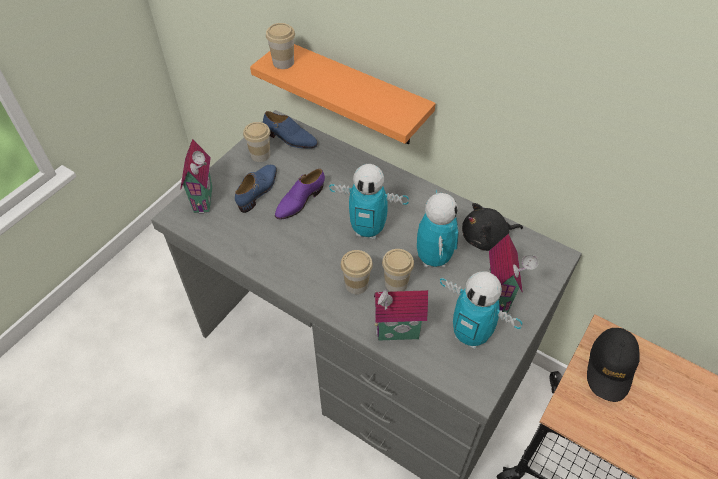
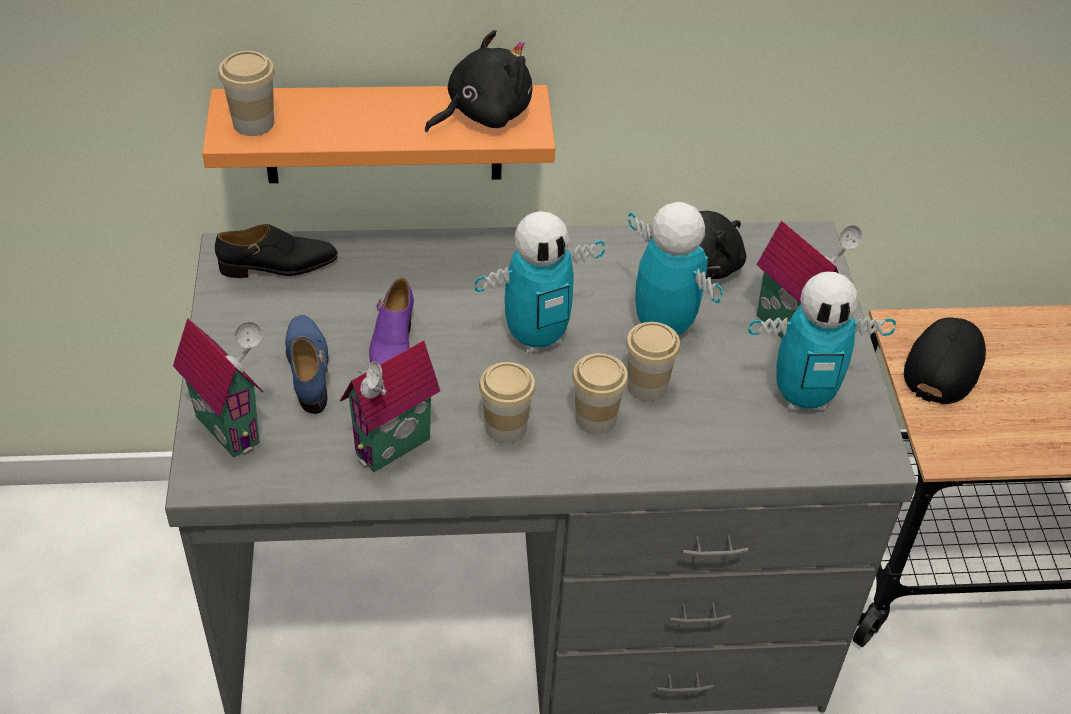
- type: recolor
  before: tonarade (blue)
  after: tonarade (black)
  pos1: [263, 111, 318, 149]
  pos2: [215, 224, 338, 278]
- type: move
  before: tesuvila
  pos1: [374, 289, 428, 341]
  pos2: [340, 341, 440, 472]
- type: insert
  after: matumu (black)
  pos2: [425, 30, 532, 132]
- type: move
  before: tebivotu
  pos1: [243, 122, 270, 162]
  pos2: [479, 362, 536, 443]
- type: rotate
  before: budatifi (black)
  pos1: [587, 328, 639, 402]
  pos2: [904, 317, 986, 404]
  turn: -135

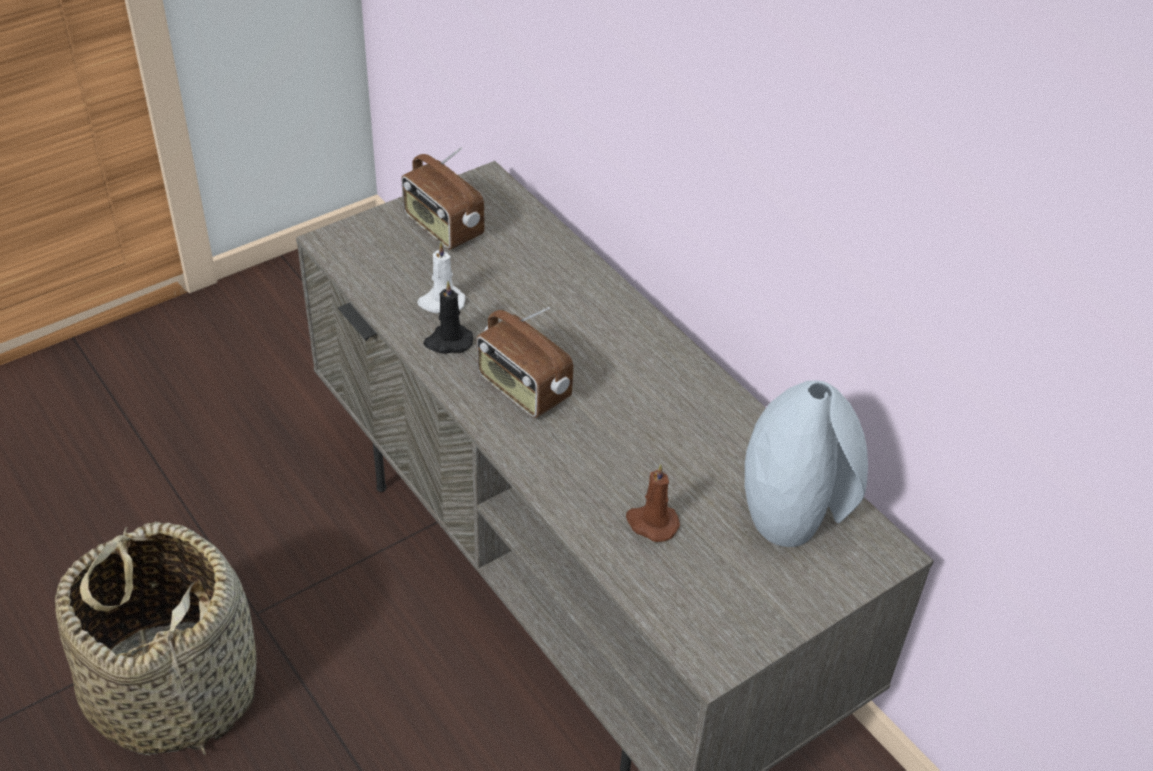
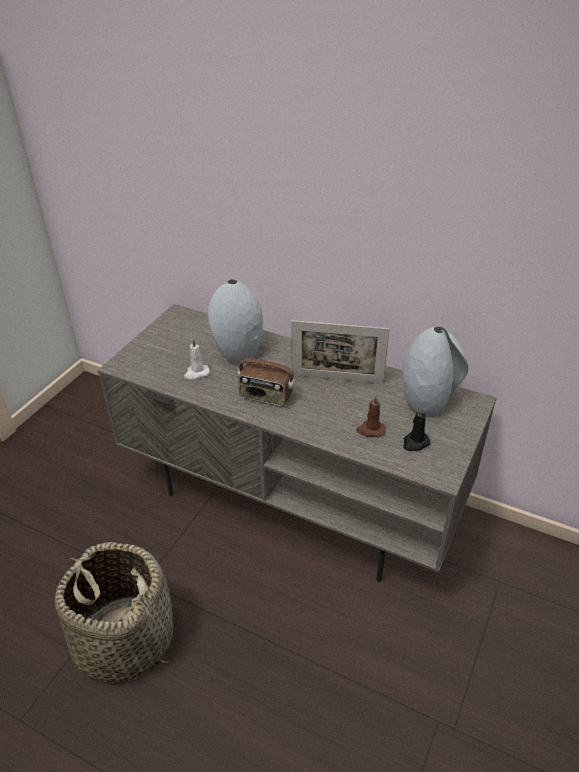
- type: insert
  after: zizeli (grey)
  pos2: [208, 279, 263, 364]
- type: insert
  after: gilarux
  pos2: [291, 320, 389, 384]
- type: move
  before: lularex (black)
  pos1: [423, 281, 473, 354]
  pos2: [403, 407, 431, 451]
- type: delete
  before: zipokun
  pos1: [401, 147, 484, 250]

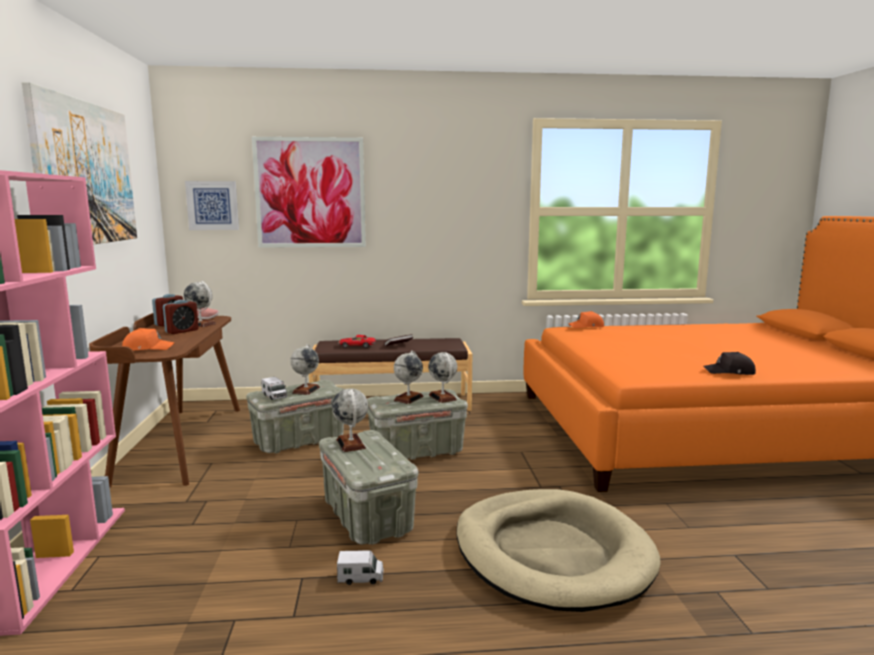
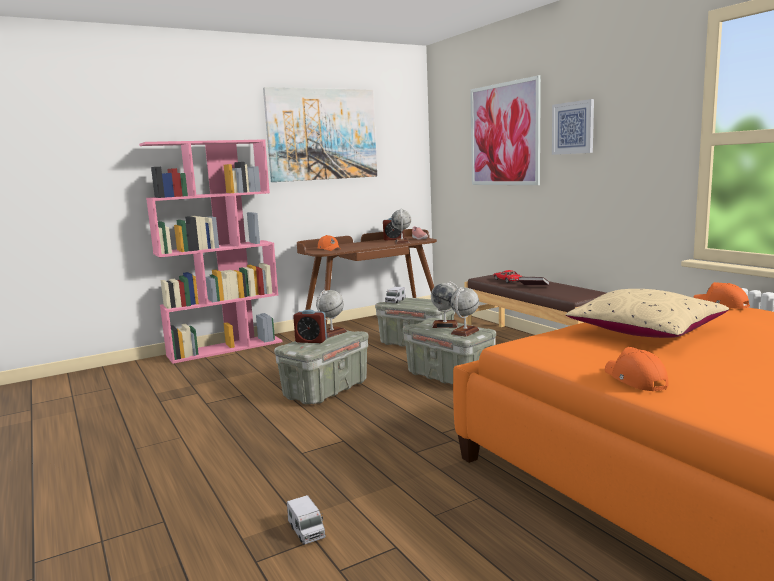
- type: move
  before: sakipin
  pos1: [337, 550, 384, 585]
  pos2: [287, 495, 326, 544]
- type: move
  before: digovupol
  pos1: [163, 300, 199, 334]
  pos2: [293, 309, 327, 343]
- type: move
  before: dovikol
  pos1: [185, 181, 239, 230]
  pos2: [552, 99, 594, 155]
- type: insert
  after: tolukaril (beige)
  pos2: [566, 289, 729, 338]
- type: recolor
  before: budatifi (black)
  after: budatifi (orange)
  pos1: [703, 352, 756, 375]
  pos2: [605, 347, 669, 391]
- type: delete
  before: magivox
  pos1: [290, 344, 320, 395]
- type: delete
  before: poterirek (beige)
  pos1: [456, 489, 661, 612]

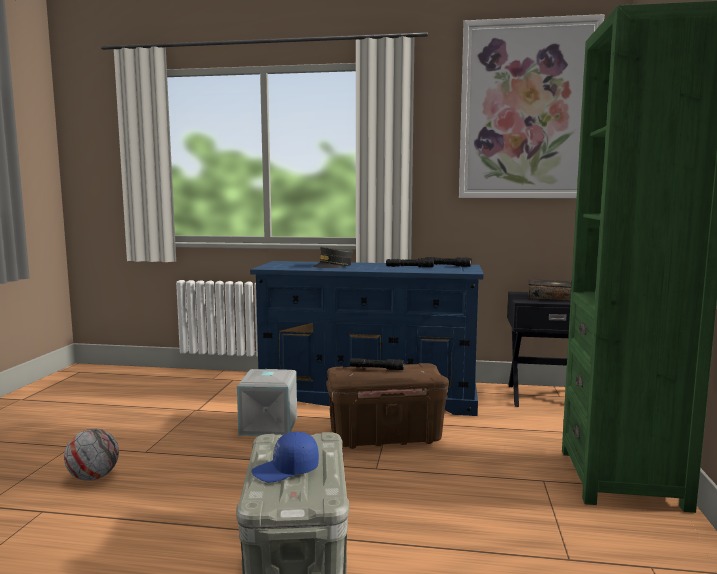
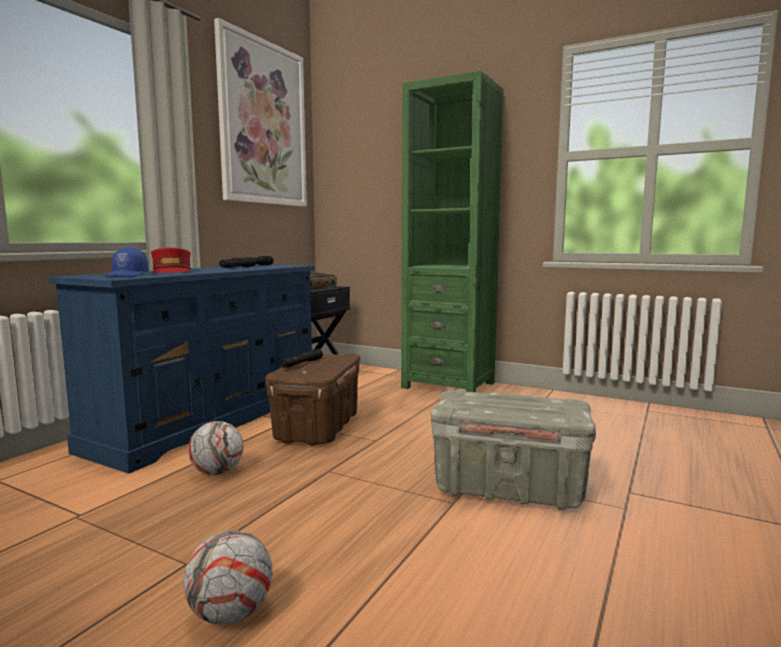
- type: move
  before: budatifi (blue)
  pos1: [251, 432, 319, 482]
  pos2: [105, 247, 149, 277]
- type: recolor
  before: budatifi (grey)
  after: budatifi (red)
  pos1: [312, 247, 353, 268]
  pos2: [151, 248, 191, 273]
- type: replace
  before: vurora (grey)
  after: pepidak
  pos1: [237, 369, 297, 436]
  pos2: [188, 421, 244, 475]

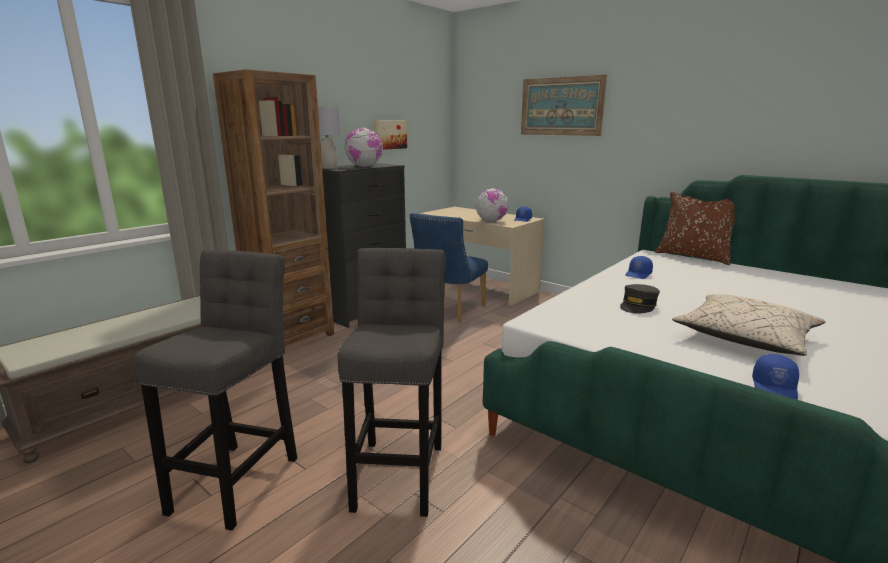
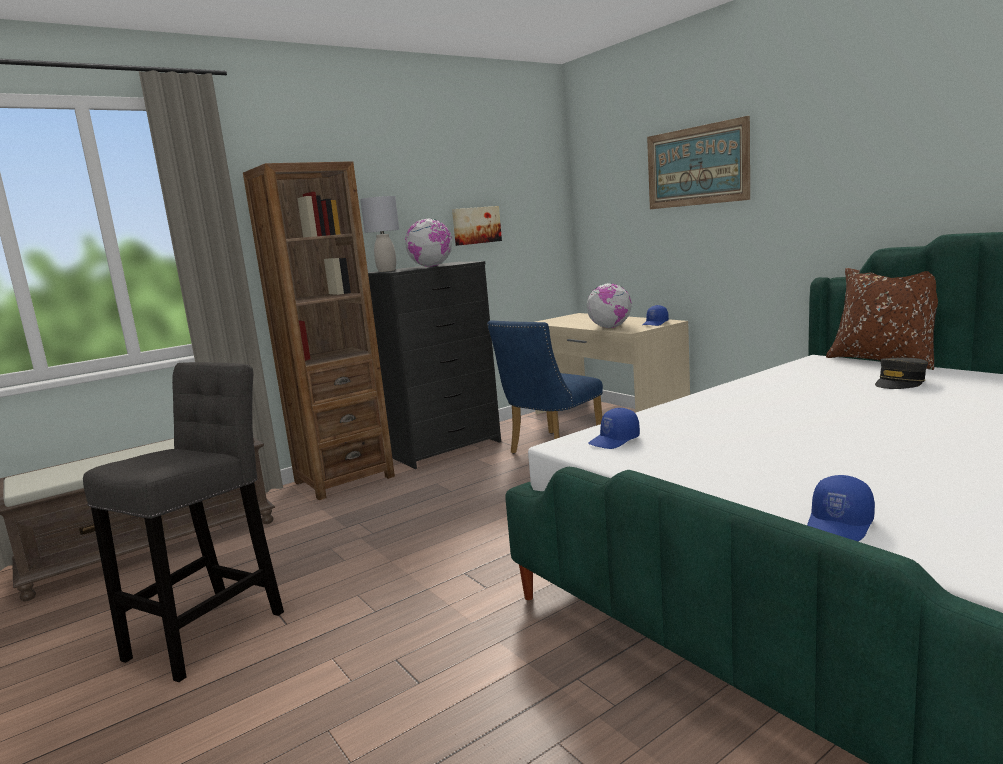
- type: move
  before: budatifi (blue)
  pos1: [625, 256, 653, 279]
  pos2: [588, 408, 640, 449]
- type: move
  before: budatifi (grey)
  pos1: [620, 284, 660, 314]
  pos2: [875, 358, 928, 389]
- type: delete
  before: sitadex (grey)
  pos1: [338, 248, 446, 517]
- type: delete
  before: tolukaril (beige)
  pos1: [672, 294, 826, 356]

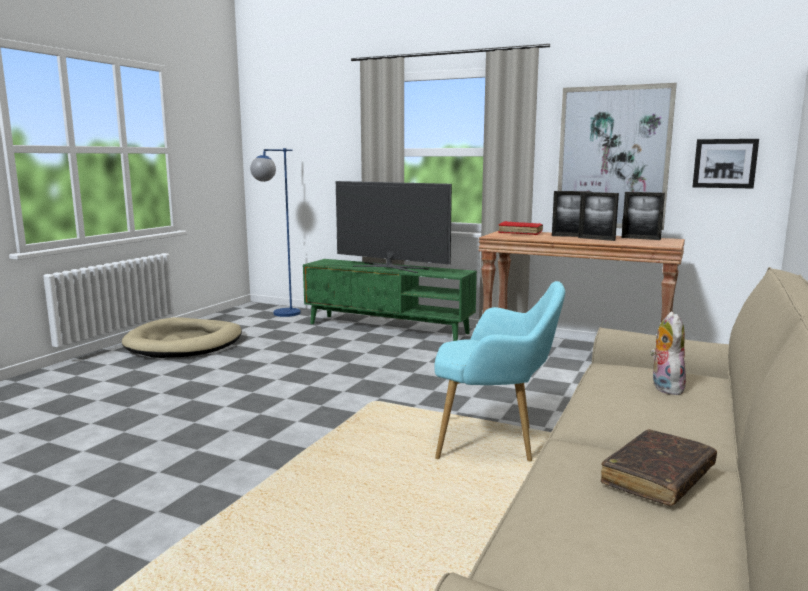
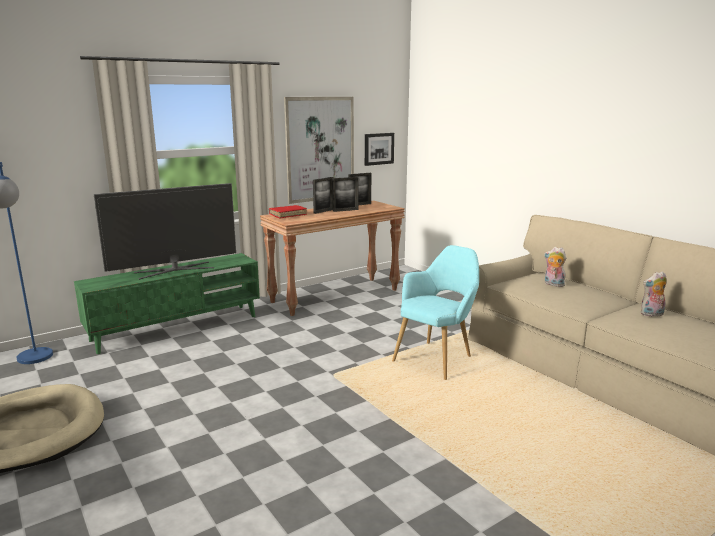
- type: replace
  before: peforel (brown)
  after: matumu
  pos1: [601, 429, 717, 506]
  pos2: [641, 271, 667, 317]

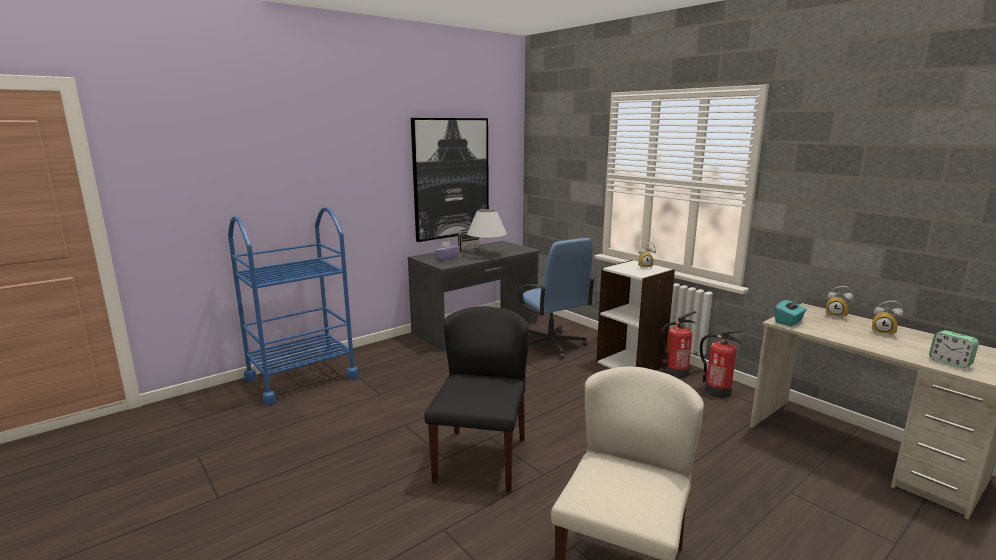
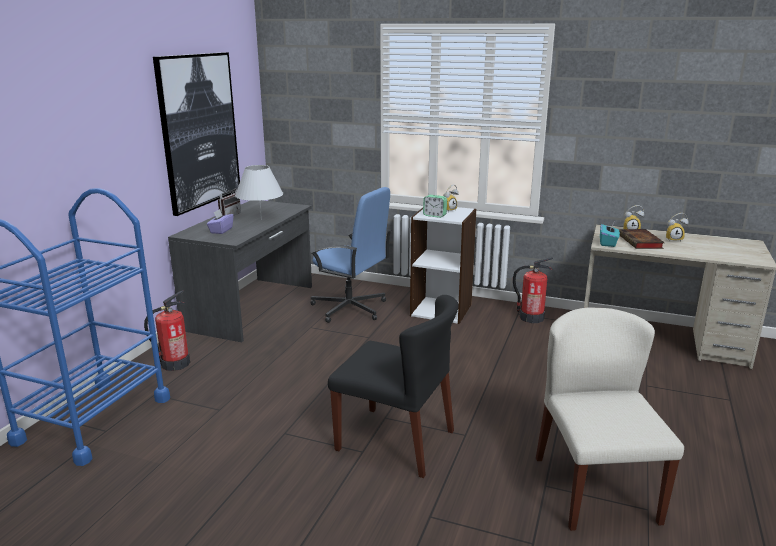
- type: move
  before: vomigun
  pos1: [660, 311, 696, 378]
  pos2: [144, 290, 190, 371]
- type: rotate
  before: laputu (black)
  pos1: [424, 306, 529, 492]
  pos2: [328, 295, 459, 478]
  turn: 135
- type: move
  before: digovupol
  pos1: [929, 330, 979, 368]
  pos2: [423, 195, 447, 218]
- type: insert
  after: peforel
  pos2: [619, 229, 665, 249]

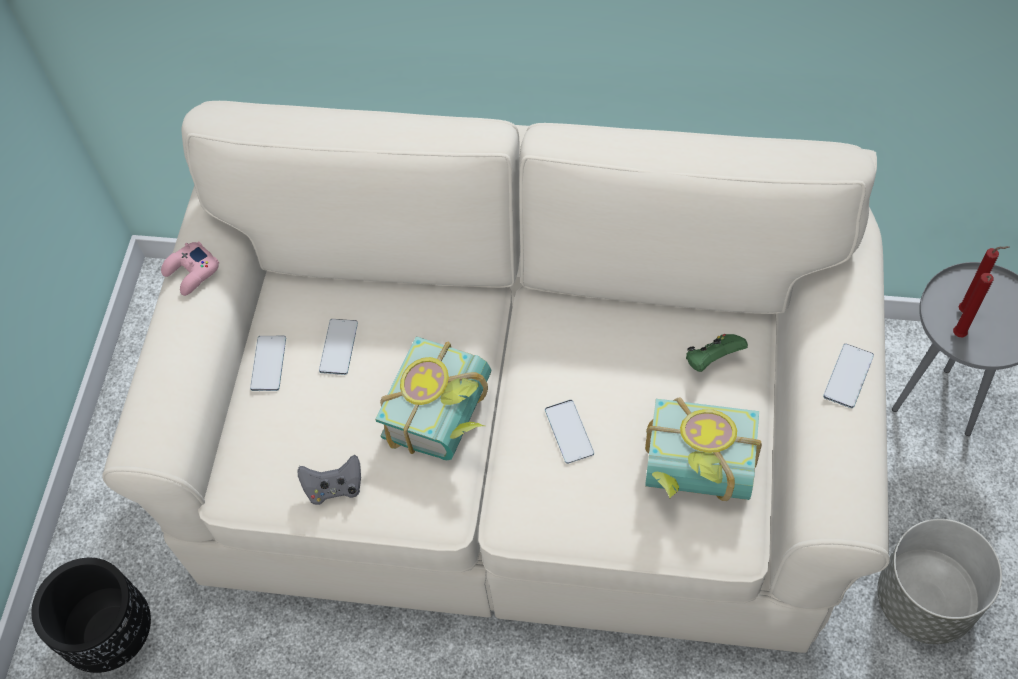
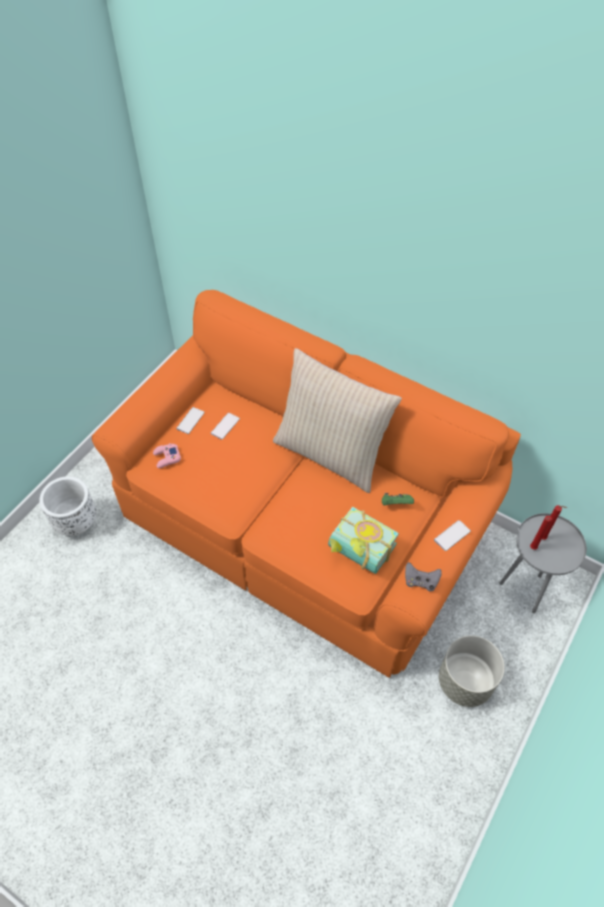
- type: recolor
  before: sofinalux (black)
  after: sofinalux (white)
  pos1: [31, 558, 151, 673]
  pos2: [40, 476, 96, 536]
- type: recolor
  before: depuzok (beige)
  after: depuzok (orange)
  pos1: [102, 101, 890, 653]
  pos2: [92, 290, 521, 678]
- type: move
  before: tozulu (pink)
  pos1: [161, 241, 219, 296]
  pos2: [153, 443, 181, 468]
- type: insert
  after: tolukaril (beige)
  pos2: [273, 348, 402, 493]
- type: move
  before: tozulu (grey)
  pos1: [298, 455, 361, 505]
  pos2: [405, 562, 442, 591]
- type: delete
  before: peforel
  pos1: [375, 336, 491, 460]
- type: delete
  before: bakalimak
  pos1: [545, 400, 594, 464]

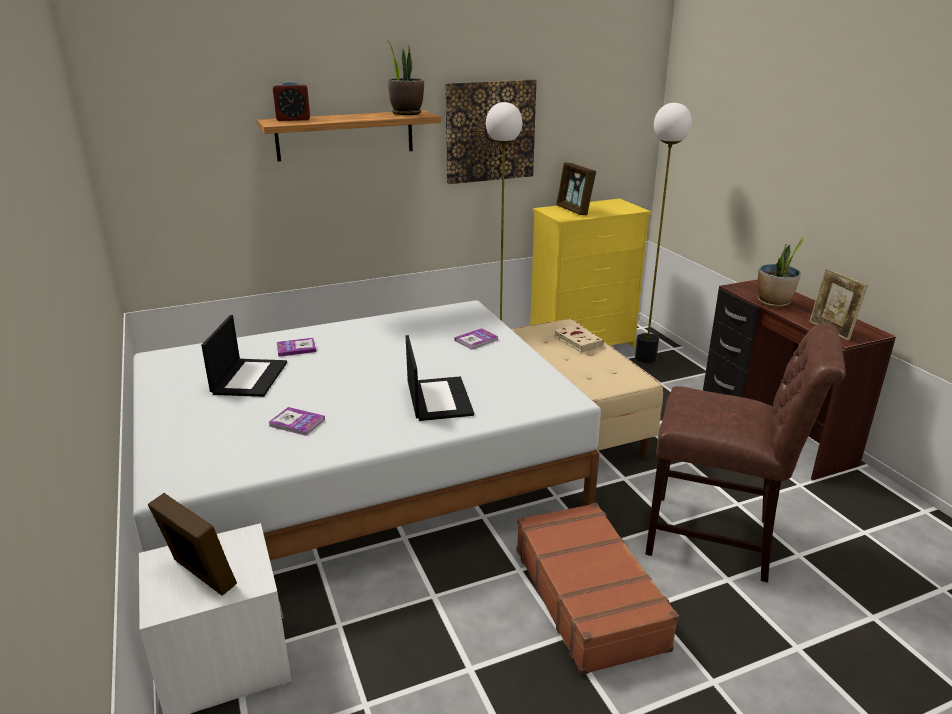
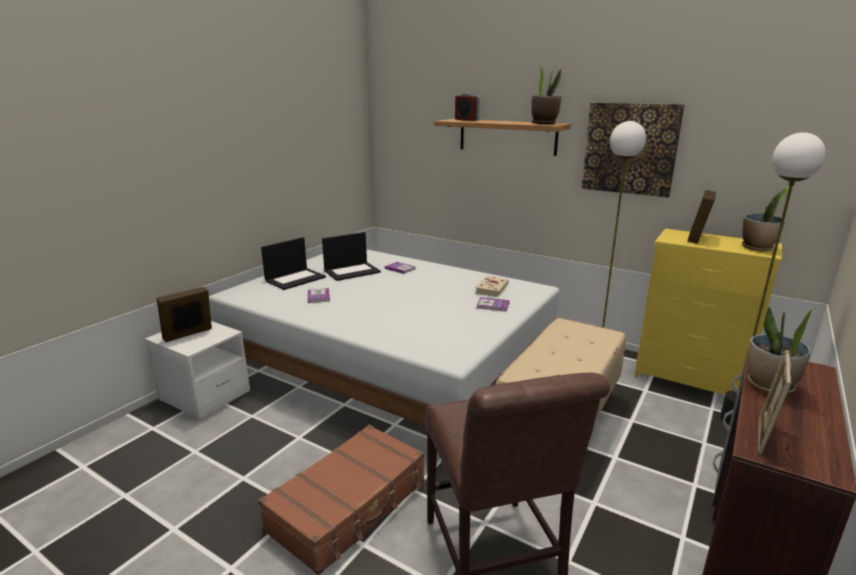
- type: rotate
  before: gilarux
  pos1: [148, 493, 237, 596]
  pos2: [157, 287, 212, 342]
  turn: -135
- type: move
  before: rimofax
  pos1: [406, 335, 474, 421]
  pos2: [261, 237, 326, 290]
- type: move
  before: peforel (beige)
  pos1: [554, 325, 604, 352]
  pos2: [475, 276, 509, 297]
- type: insert
  after: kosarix
  pos2: [742, 185, 790, 251]

